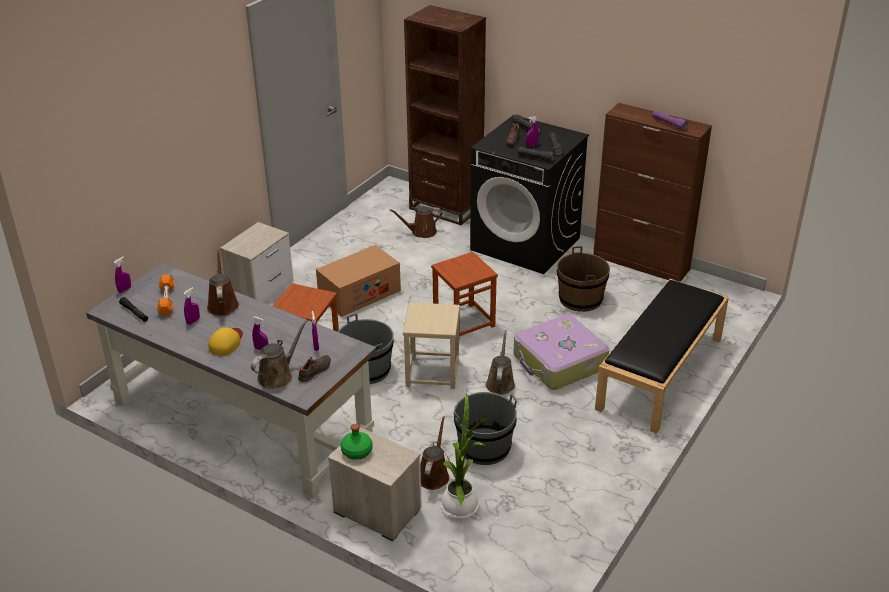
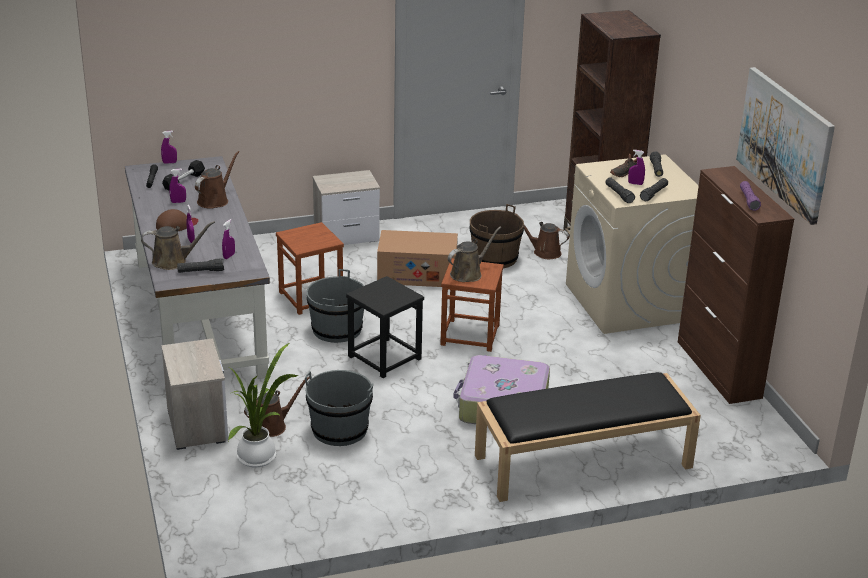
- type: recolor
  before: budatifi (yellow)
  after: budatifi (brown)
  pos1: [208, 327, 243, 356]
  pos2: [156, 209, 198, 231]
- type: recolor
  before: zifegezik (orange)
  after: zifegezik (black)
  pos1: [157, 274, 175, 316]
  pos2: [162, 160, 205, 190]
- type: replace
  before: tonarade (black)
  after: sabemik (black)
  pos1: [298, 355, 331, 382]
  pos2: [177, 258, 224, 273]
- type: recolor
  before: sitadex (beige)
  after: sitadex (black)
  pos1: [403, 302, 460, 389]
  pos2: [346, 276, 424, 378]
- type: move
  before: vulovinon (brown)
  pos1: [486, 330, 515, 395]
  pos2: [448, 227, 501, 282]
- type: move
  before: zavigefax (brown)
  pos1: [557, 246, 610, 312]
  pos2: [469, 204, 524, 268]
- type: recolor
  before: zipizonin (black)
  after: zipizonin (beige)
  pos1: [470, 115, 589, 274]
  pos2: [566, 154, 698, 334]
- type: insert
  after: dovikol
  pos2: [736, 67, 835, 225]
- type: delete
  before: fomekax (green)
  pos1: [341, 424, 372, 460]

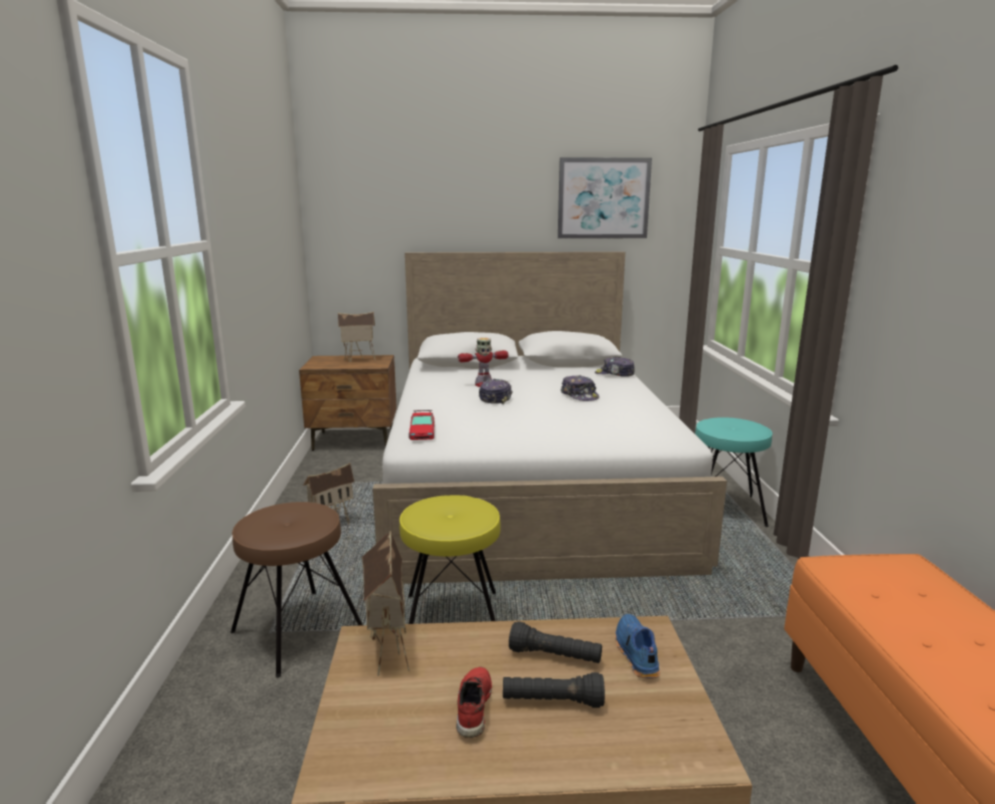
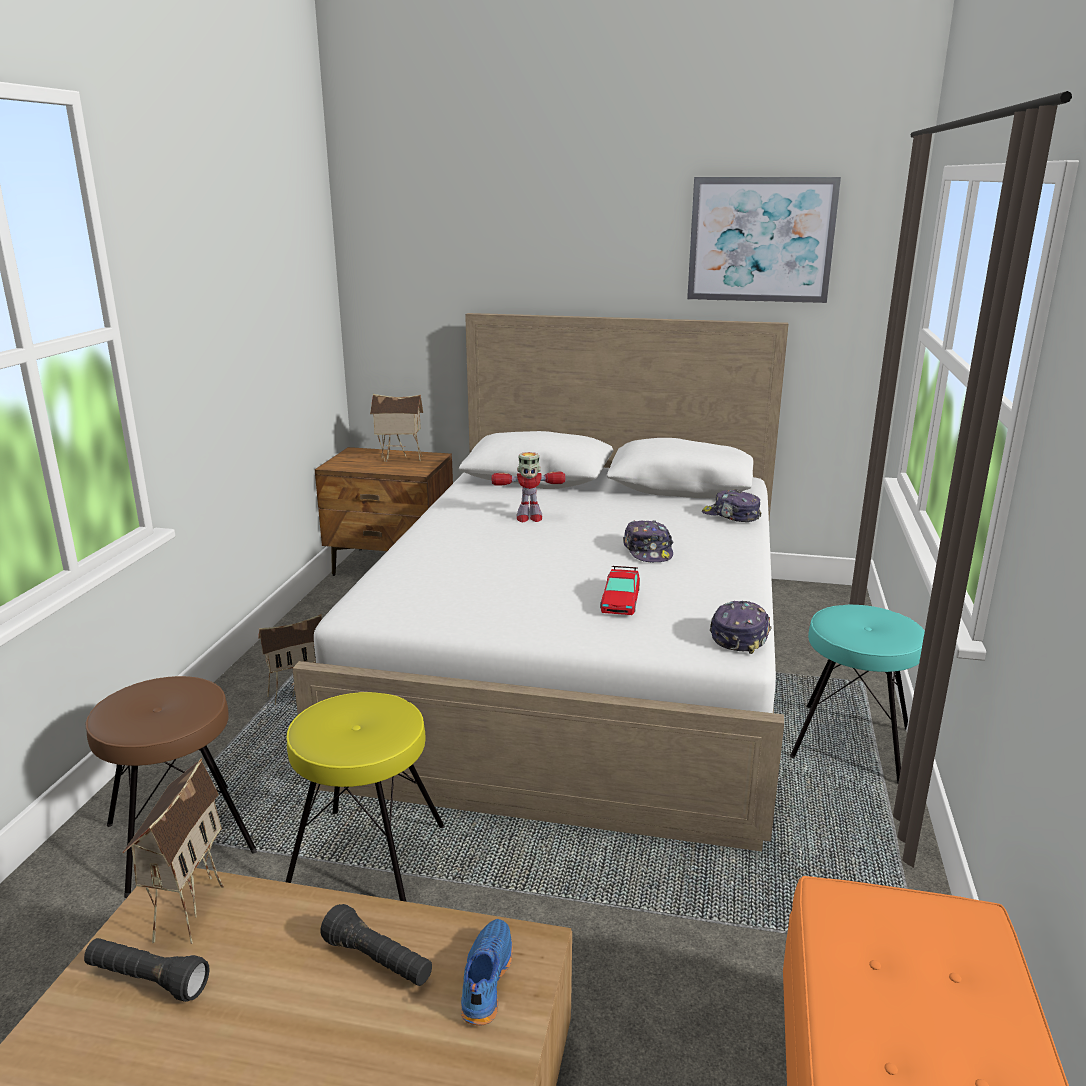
- type: move
  before: sabemik (black)
  pos1: [503, 673, 605, 708]
  pos2: [84, 938, 210, 1002]
- type: move
  before: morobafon
  pos1: [409, 410, 434, 440]
  pos2: [600, 566, 640, 615]
- type: move
  before: budatifi
  pos1: [479, 379, 512, 404]
  pos2: [710, 601, 771, 654]
- type: delete
  before: tonarade (red)
  pos1: [456, 667, 492, 738]

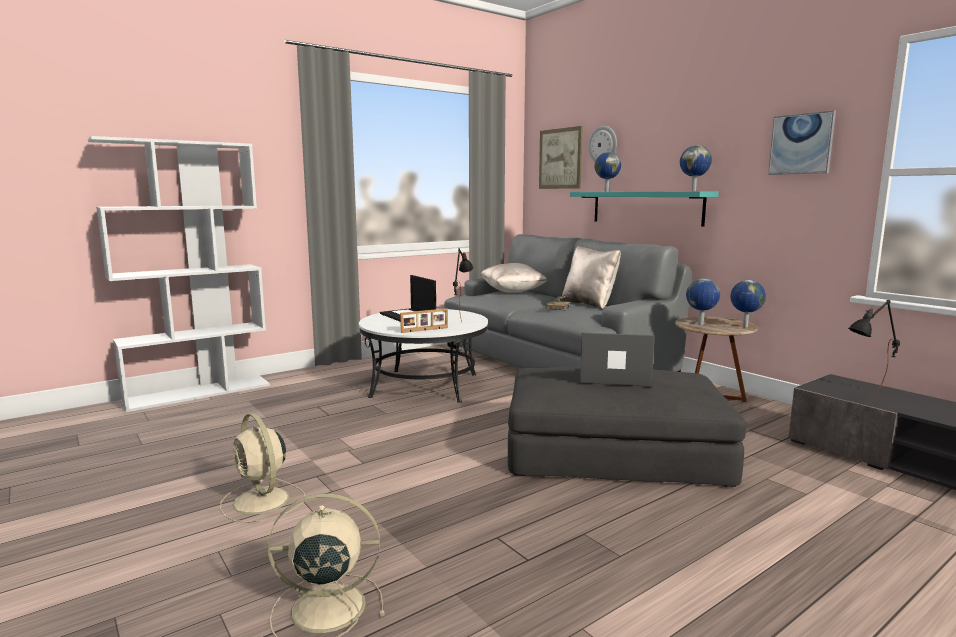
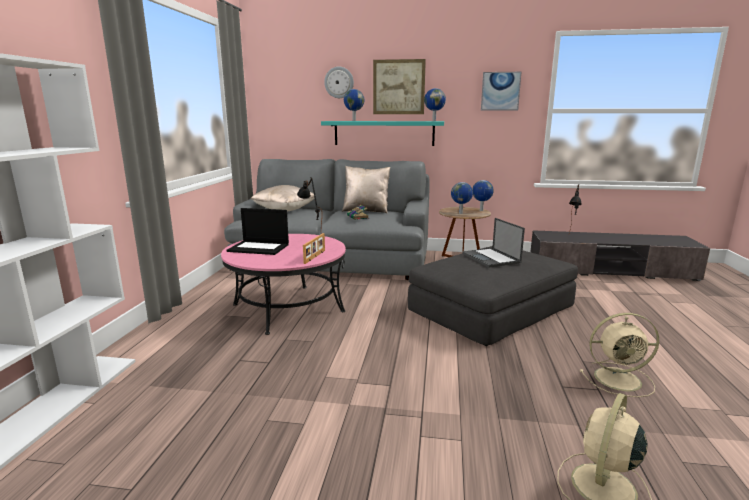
- type: recolor
  before: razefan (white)
  after: razefan (pink)
  pos1: [359, 309, 488, 403]
  pos2: [221, 234, 346, 335]
- type: move
  before: dovikol
  pos1: [539, 126, 583, 189]
  pos2: [373, 59, 426, 114]
- type: rotate
  before: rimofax
  pos1: [580, 333, 655, 387]
  pos2: [463, 218, 525, 268]
  turn: -75
- type: move
  before: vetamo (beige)
  pos1: [220, 413, 306, 523]
  pos2: [580, 313, 659, 397]

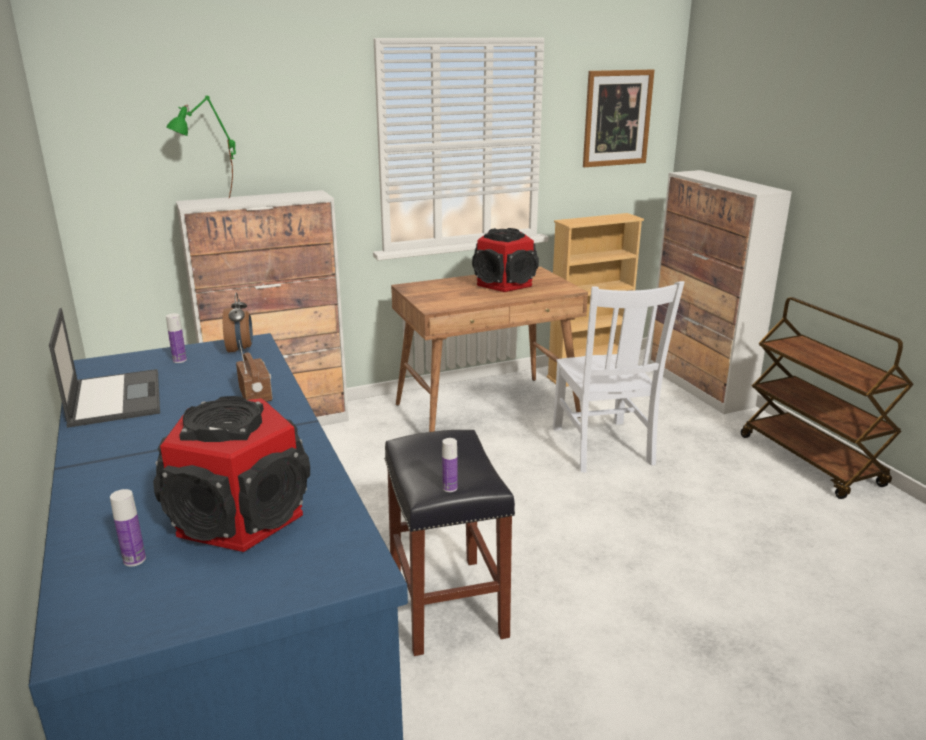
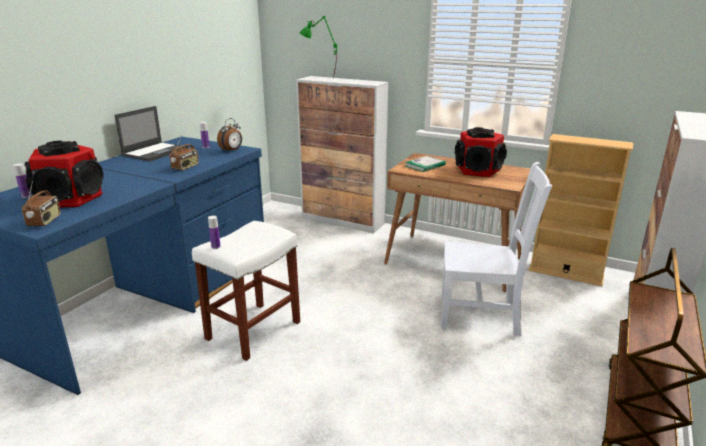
- type: insert
  after: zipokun
  pos2: [22, 181, 61, 226]
- type: recolor
  before: sitadex (black)
  after: sitadex (white)
  pos1: [384, 430, 515, 656]
  pos2: [192, 221, 300, 361]
- type: insert
  after: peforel
  pos2: [405, 156, 446, 172]
- type: rotate
  before: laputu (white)
  pos1: [553, 281, 684, 473]
  pos2: [441, 162, 552, 336]
  turn: -120
- type: delete
  before: dovikol
  pos1: [583, 69, 654, 167]

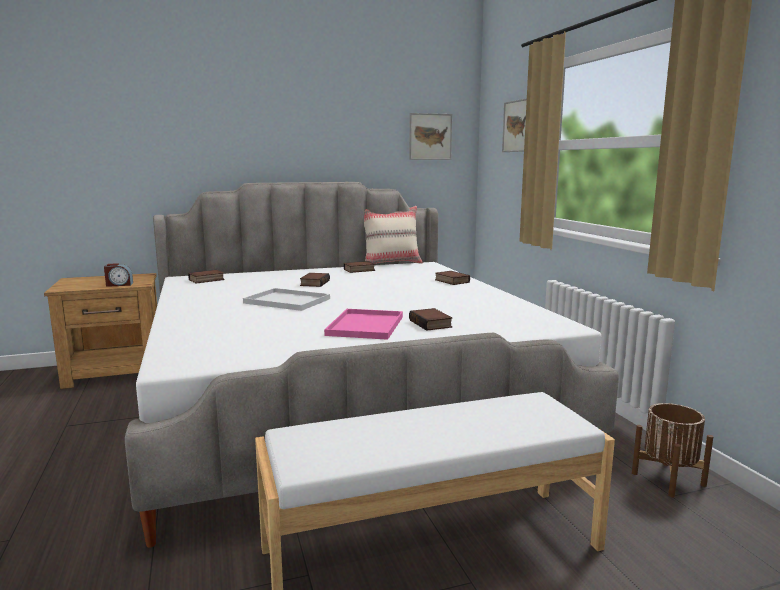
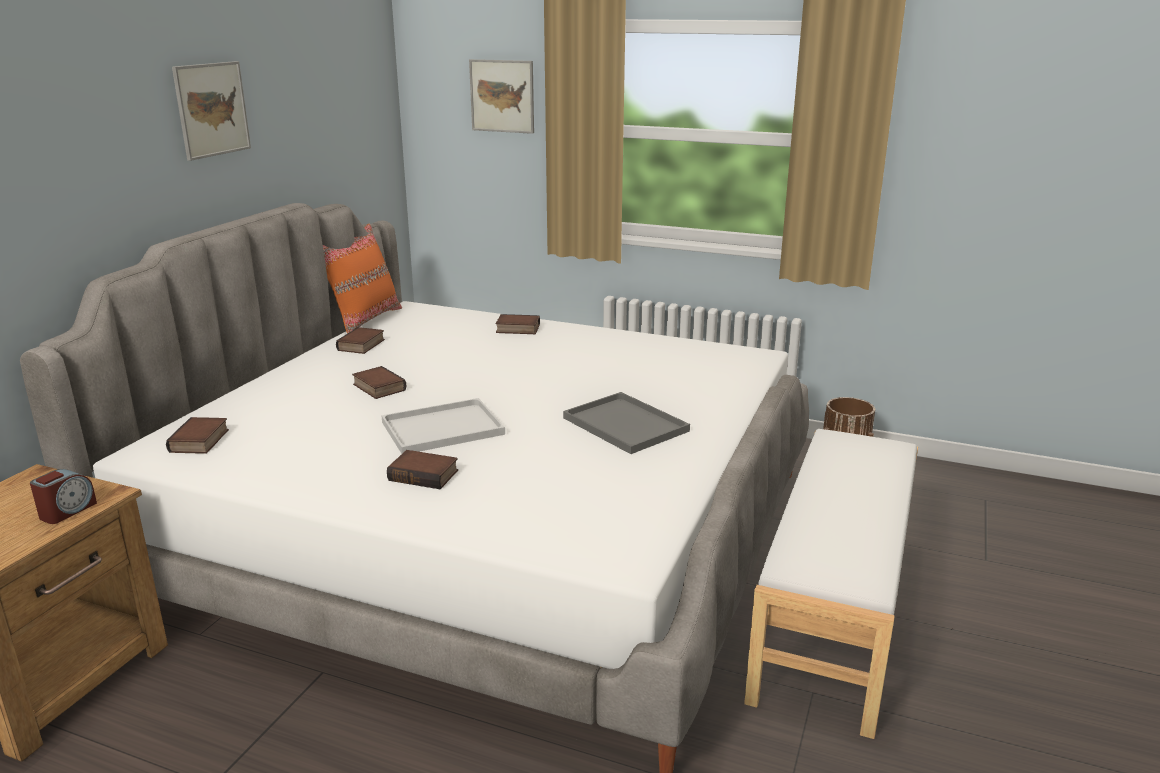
- type: move
  before: dovikol
  pos1: [409, 113, 452, 160]
  pos2: [172, 61, 251, 161]
- type: recolor
  before: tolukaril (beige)
  after: tolukaril (orange)
  pos1: [364, 206, 423, 264]
  pos2: [323, 223, 402, 334]
- type: move
  before: peforel
  pos1: [409, 308, 453, 331]
  pos2: [387, 450, 458, 489]
- type: recolor
  before: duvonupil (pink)
  after: duvonupil (grey)
  pos1: [324, 309, 403, 340]
  pos2: [563, 392, 690, 454]

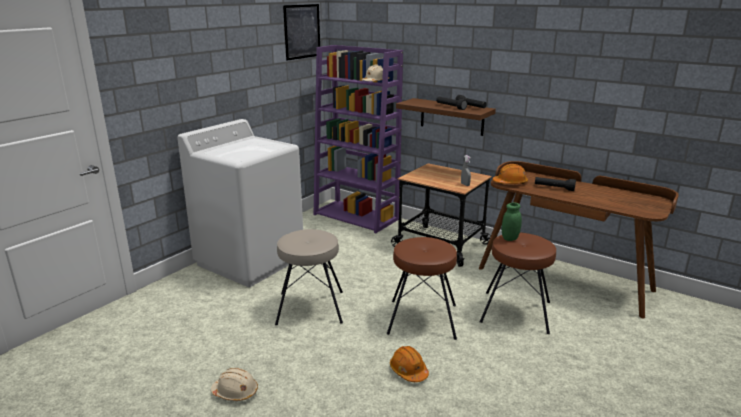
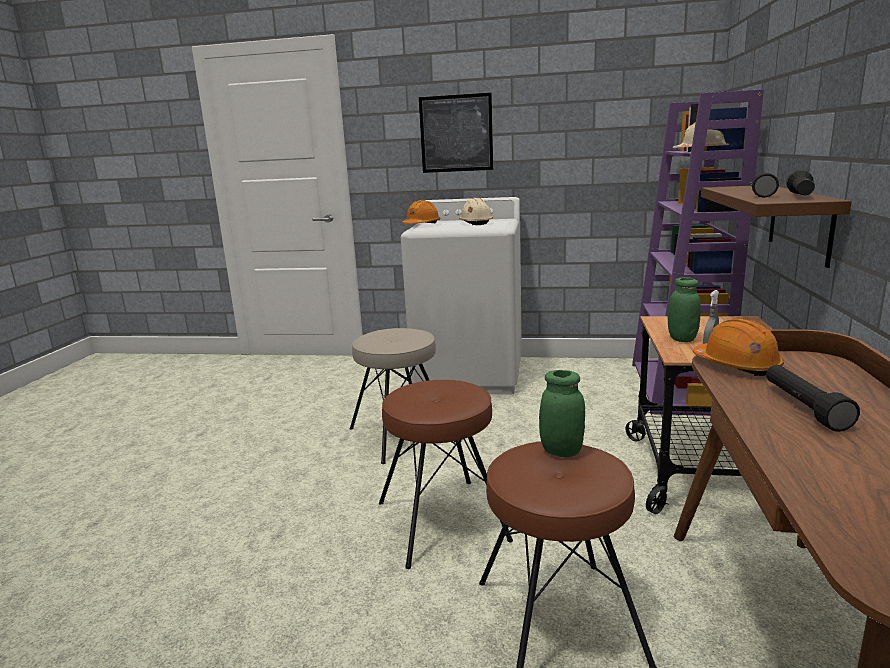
- type: move
  before: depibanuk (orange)
  pos1: [390, 346, 429, 382]
  pos2: [402, 200, 440, 224]
- type: move
  before: dovikol
  pos1: [283, 4, 320, 61]
  pos2: [419, 93, 493, 173]
- type: move
  before: depibanuk (beige)
  pos1: [211, 368, 258, 401]
  pos2: [459, 198, 493, 225]
- type: insert
  after: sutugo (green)
  pos2: [668, 277, 701, 342]

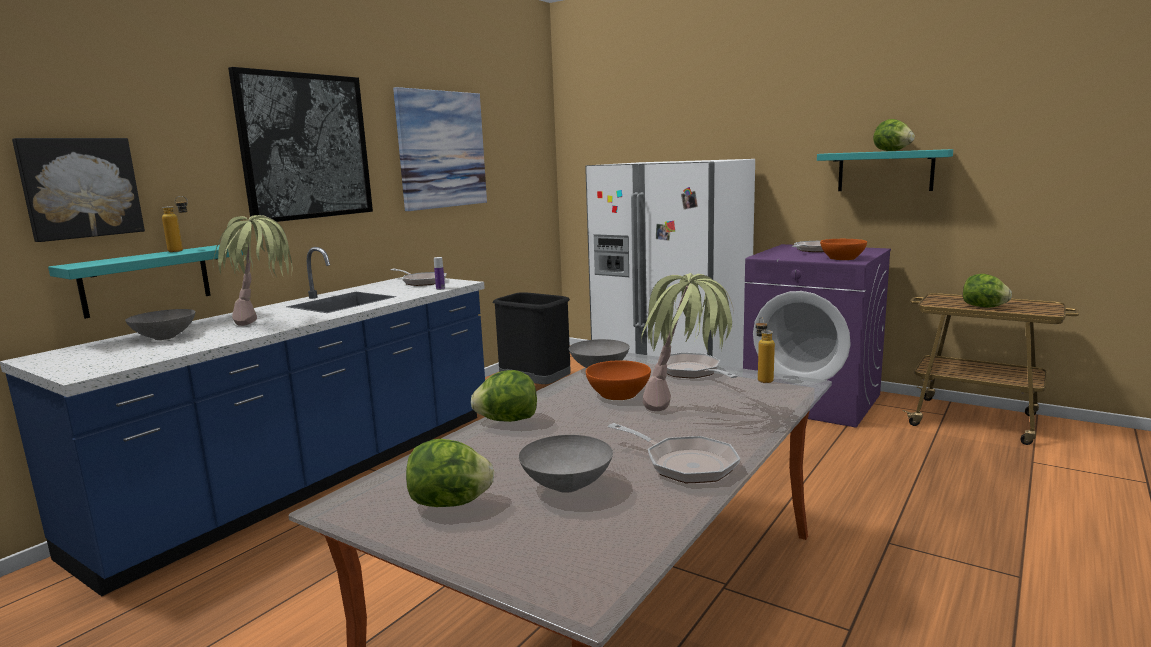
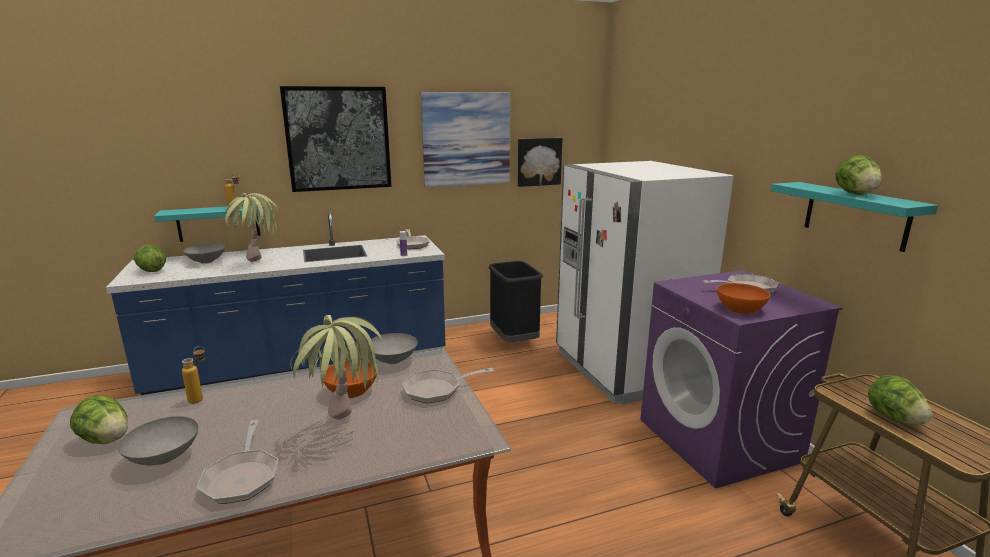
- type: move
  before: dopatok
  pos1: [471, 370, 537, 422]
  pos2: [134, 245, 166, 272]
- type: move
  before: fomekax
  pos1: [756, 317, 775, 383]
  pos2: [182, 346, 205, 404]
- type: rotate
  before: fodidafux
  pos1: [657, 352, 738, 379]
  pos2: [402, 368, 494, 404]
  turn: -120
- type: move
  before: dovikol
  pos1: [12, 138, 145, 242]
  pos2: [518, 138, 562, 187]

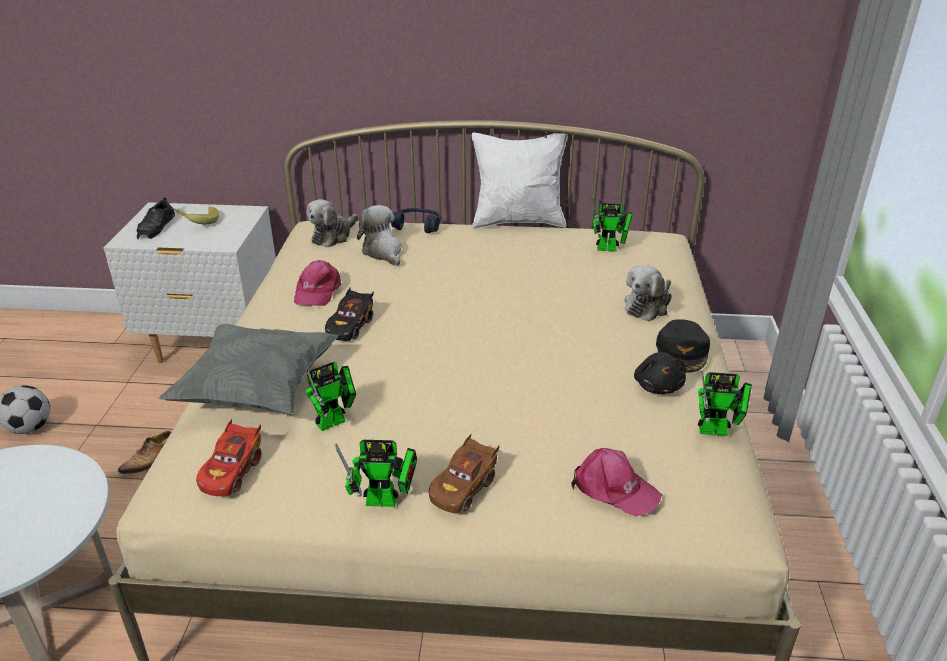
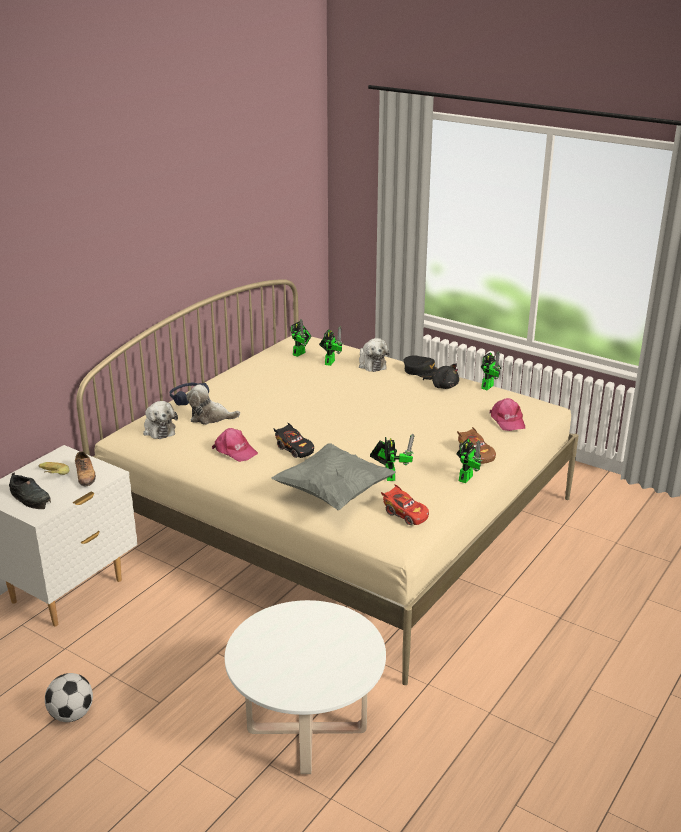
- type: move
  before: tonarade
  pos1: [118, 431, 171, 474]
  pos2: [75, 451, 96, 486]
- type: insert
  after: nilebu
  pos2: [319, 327, 343, 366]
- type: rotate
  before: budatifi (pink)
  pos1: [571, 448, 662, 516]
  pos2: [490, 398, 525, 431]
  turn: 105
- type: delete
  before: tolukaril (white)
  pos1: [472, 132, 568, 229]

